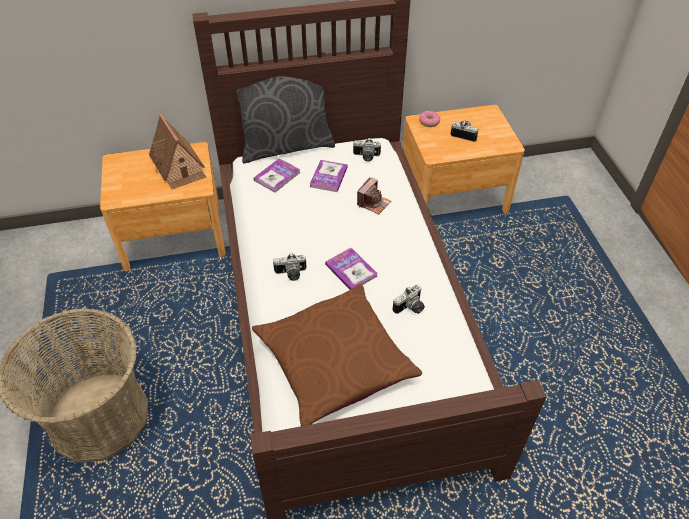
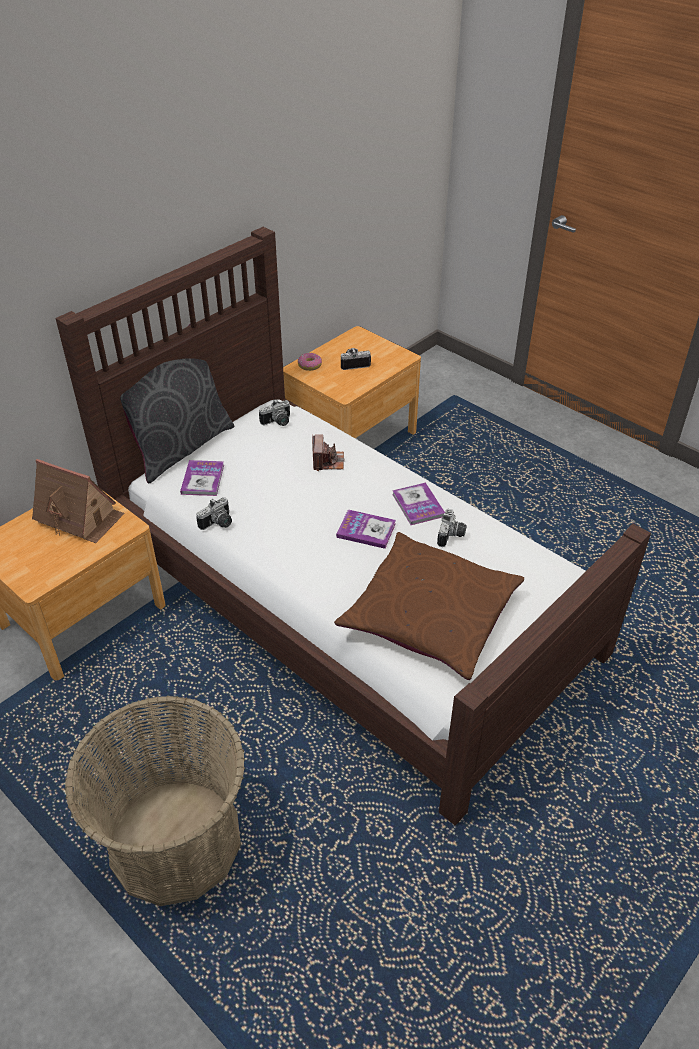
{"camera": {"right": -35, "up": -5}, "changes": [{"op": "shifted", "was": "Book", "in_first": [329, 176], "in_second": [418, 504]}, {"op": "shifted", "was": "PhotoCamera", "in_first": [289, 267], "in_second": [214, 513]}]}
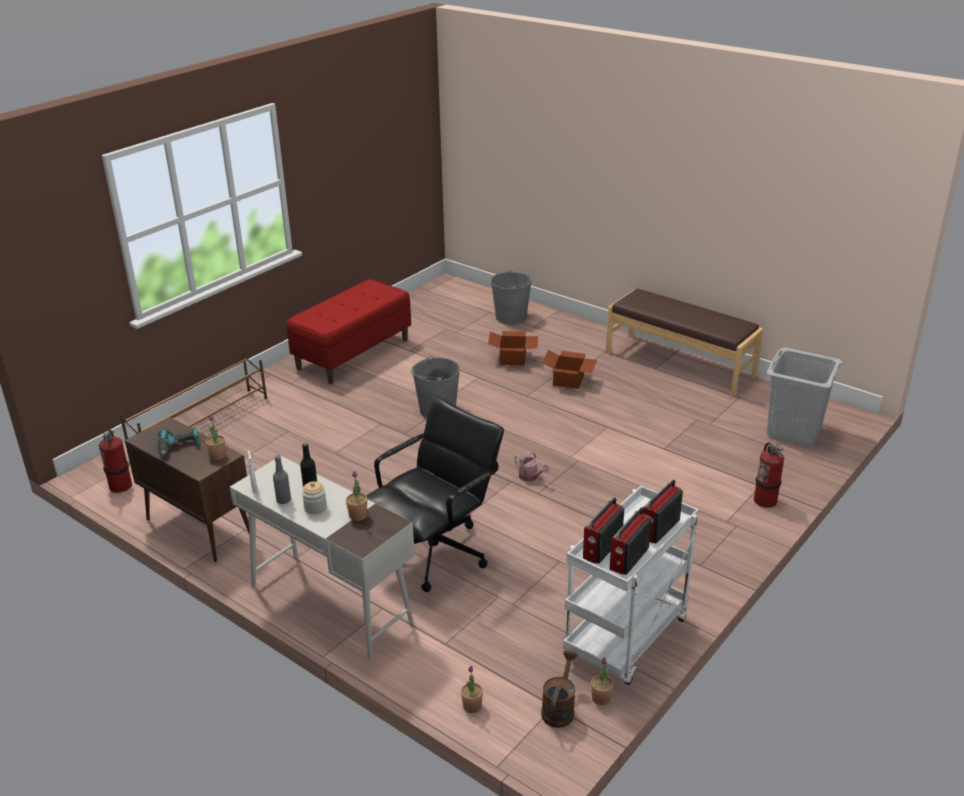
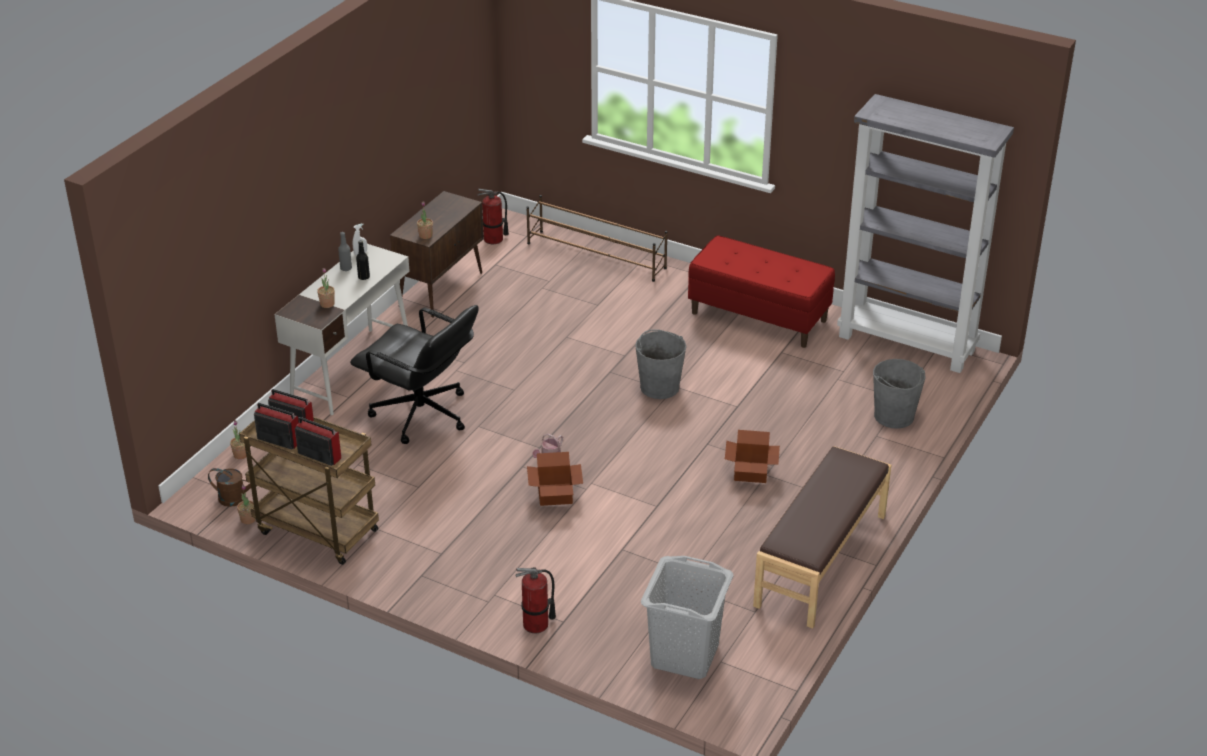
{"camera": {"right": 80, "up": 5}, "changes": [{"op": "shifted", "was": "CardboardBox", "in_first": [513, 348], "in_second": [555, 479]}, {"op": "gone", "was": "PowerDrill", "in_first": [179, 441]}, {"op": "gone", "was": "Jar", "in_first": [314, 497]}, {"op": "repainted", "was": "WhiteCart", "now": "BrownCart", "in_first": [631, 585], "in_second": [309, 491]}, {"op": "new", "now": "GreyBookcase", "in_second": [925, 233]}]}
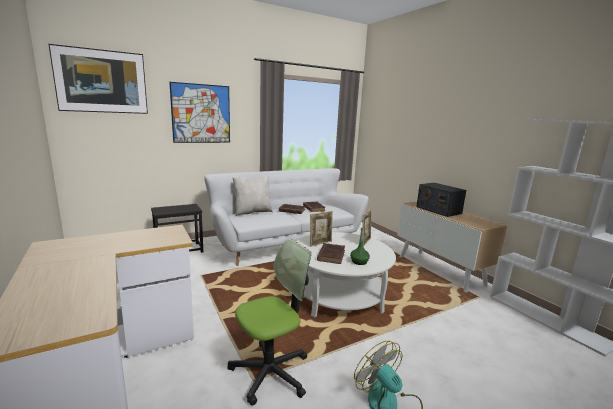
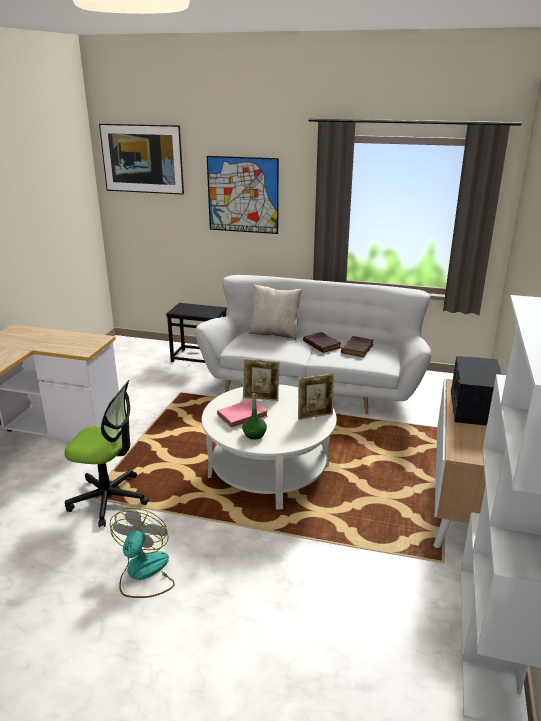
{"camera": {"right": 45, "up": 10}, "changes": [{"op": "repainted", "was": "BrownBook", "now": "PinkBook", "in_first": [331, 253], "in_second": [242, 413]}]}
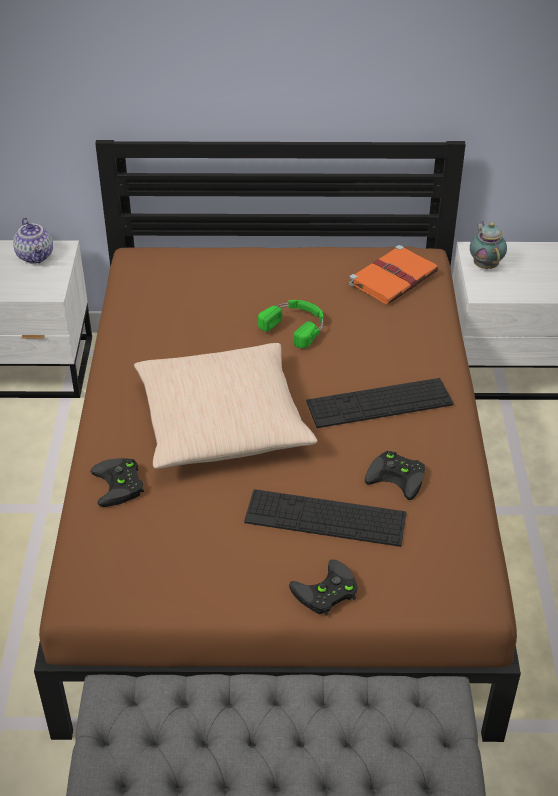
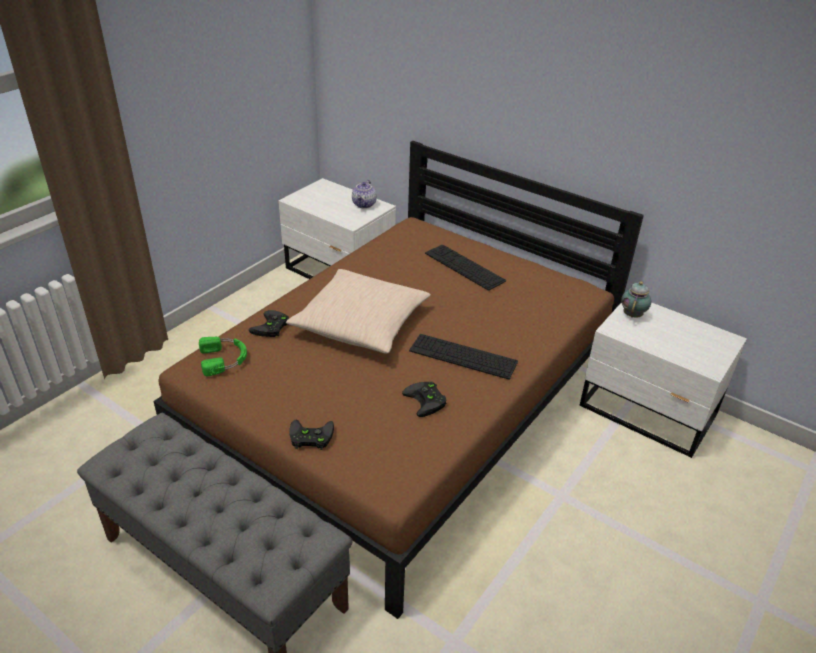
{"camera": {"right": 35, "up": -5}, "changes": [{"op": "gone", "was": "OrangeBook", "in_first": [393, 275]}, {"op": "shifted", "was": "GreenHeadphones", "in_first": [291, 324], "in_second": [223, 356]}, {"op": "shifted", "was": "Keyboard", "in_first": [325, 518], "in_second": [465, 267]}]}
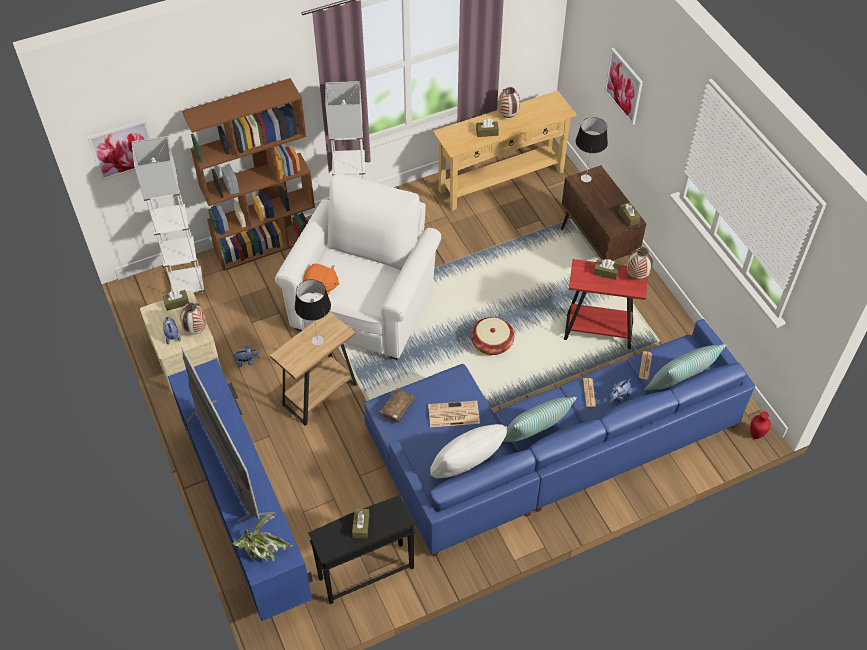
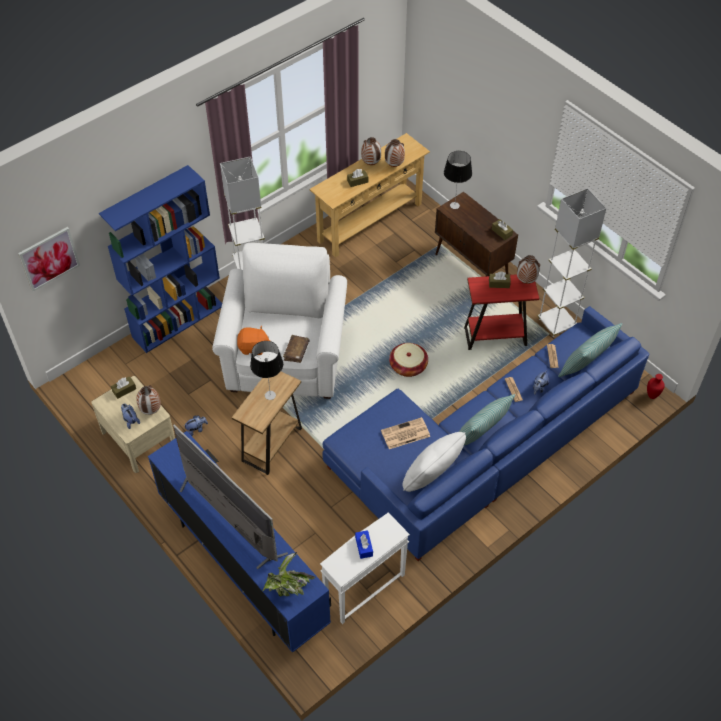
{"camera": {"right": -15, "up": 0}, "changes": [{"op": "gone", "was": "Picture", "in_first": [623, 86]}, {"op": "repainted", "was": "BrownBookcase", "now": "BlueBookcase", "in_first": [248, 174], "in_second": [160, 259]}, {"op": "shifted", "was": "WhiteFloorLamp", "in_first": [168, 215], "in_second": [571, 262]}, {"op": "shifted", "was": "BrownBook", "in_first": [397, 405], "in_second": [296, 349]}, {"op": "repainted", "was": "BlackSideTable", "now": "WhiteSideTable", "in_first": [361, 549], "in_second": [365, 568]}, {"op": "repainted", "was": "BrownTissueBox", "now": "BlueTissueBox", "in_first": [360, 523], "in_second": [364, 544]}, {"op": "new", "now": "Vase", "in_second": [395, 153]}]}
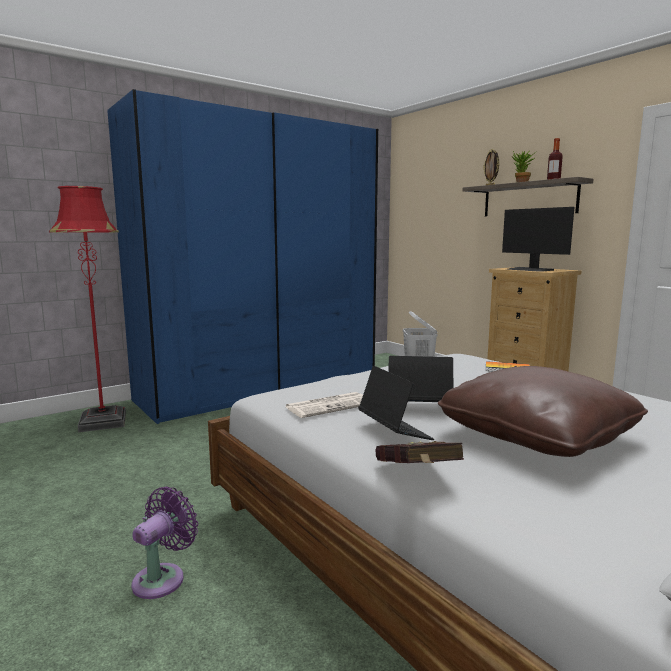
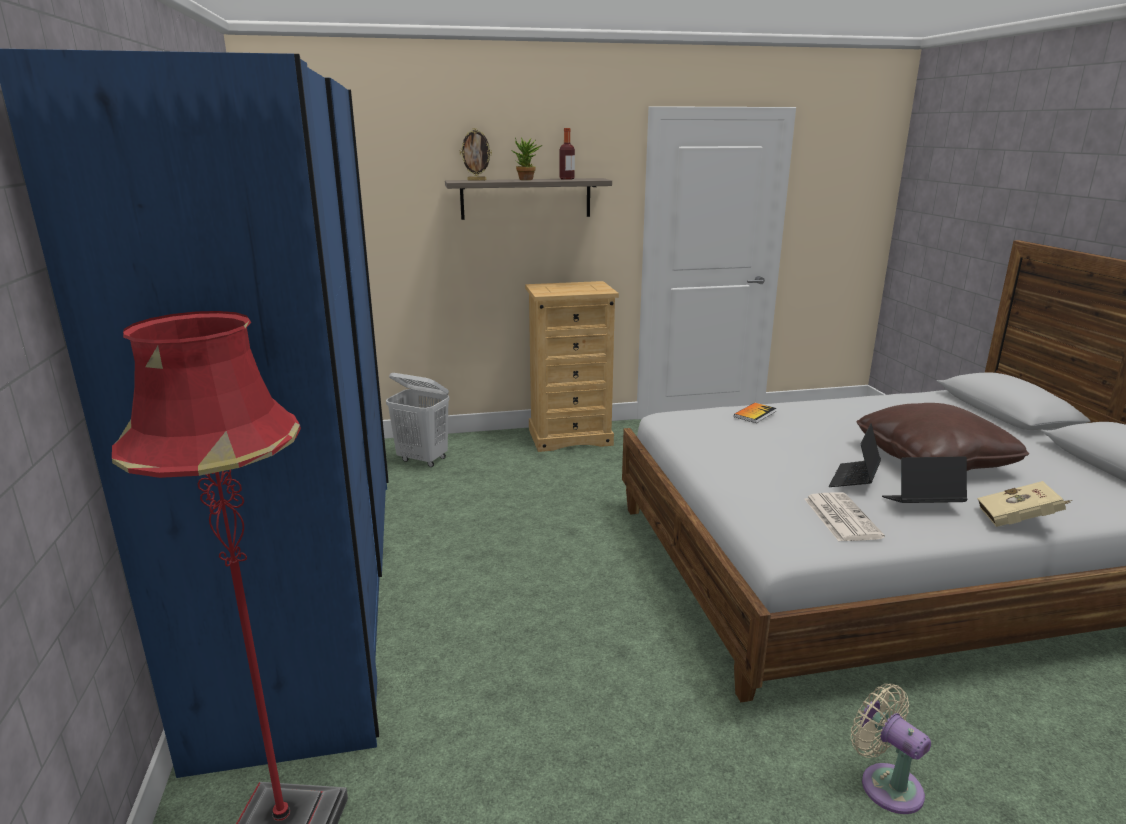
{"camera": {"right": -65, "up": 10}, "changes": [{"op": "gone", "was": "Monitor", "in_first": [538, 239]}, {"op": "repainted", "was": "RedBook", "now": "BeigeBook", "in_first": [420, 452], "in_second": [1025, 504]}, {"op": "repainted", "was": "PurpleFan", "now": "BeigeFan", "in_first": [164, 543], "in_second": [891, 749]}]}
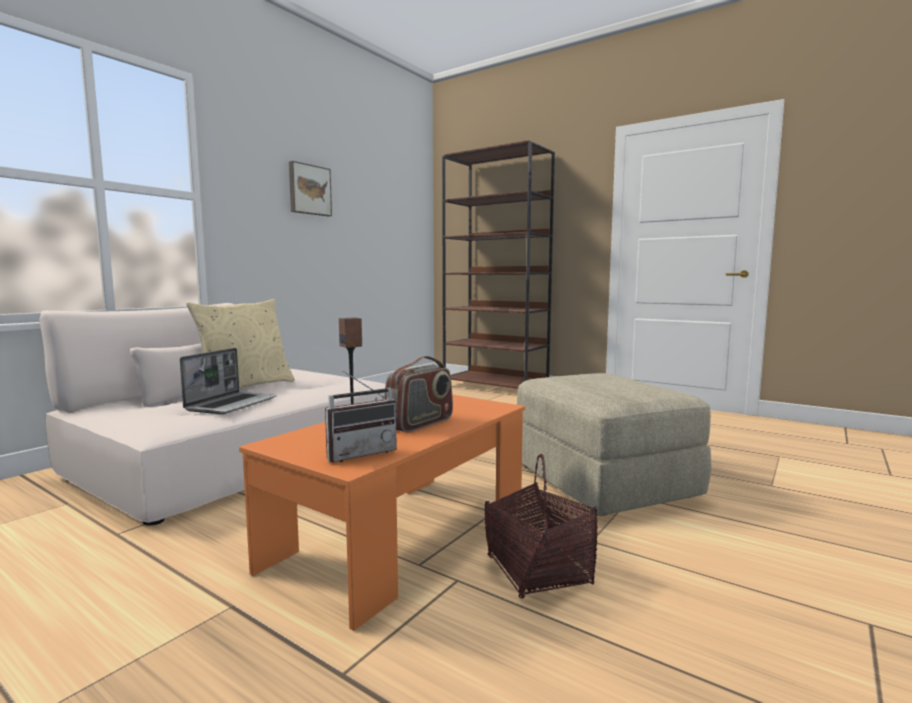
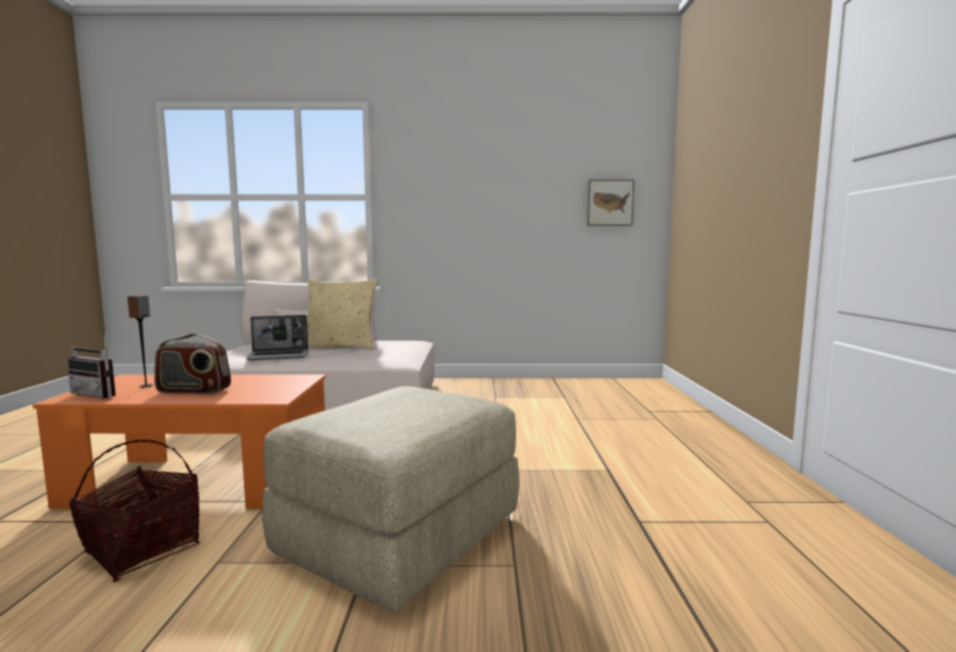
{"camera": {"right": 55, "up": 0}, "changes": [{"op": "gone", "was": "BrownBookcase", "in_first": [498, 264]}, {"op": "shifted", "was": "Picture", "in_first": [310, 188], "in_second": [610, 203]}]}
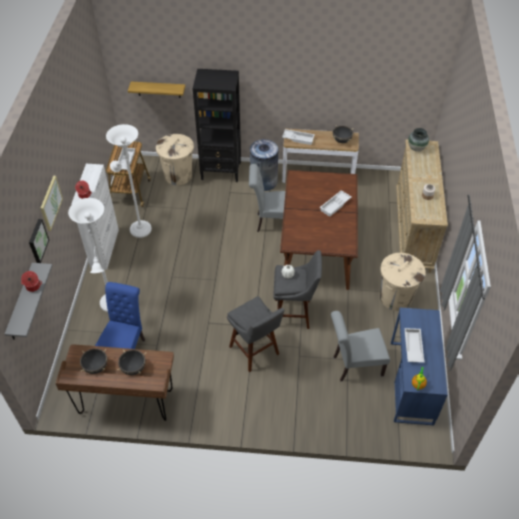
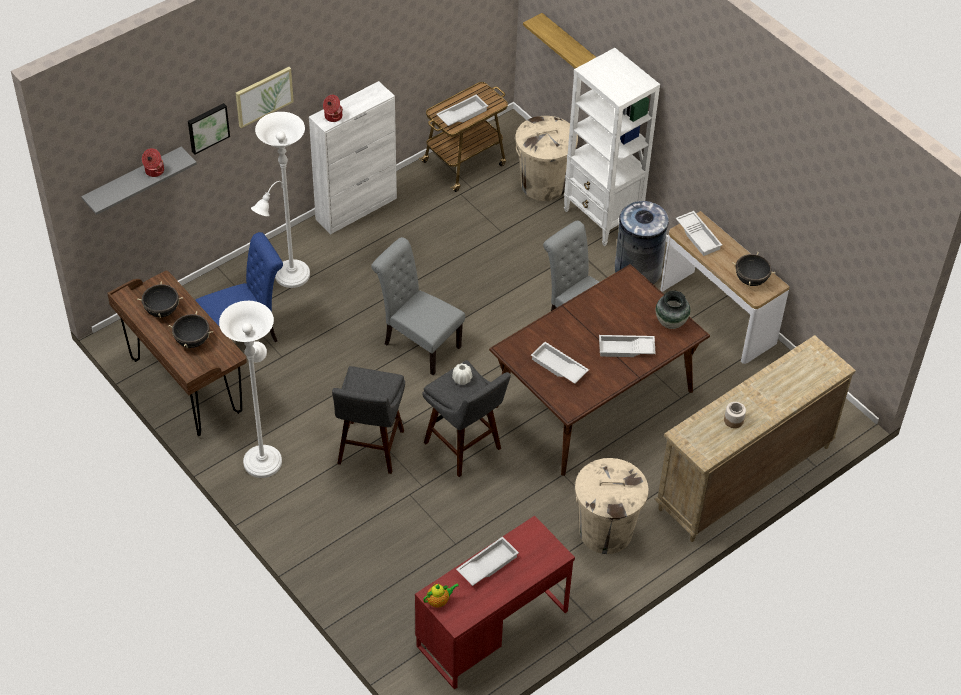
{"camera": {"right": 45, "up": 0}, "changes": [{"op": "repainted", "was": "BlackBookcase", "now": "WhiteBookcase", "in_first": [217, 125], "in_second": [612, 147]}, {"op": "shifted", "was": "WhiteFloorLamp", "in_first": [129, 181], "in_second": [250, 389]}, {"op": "shifted", "was": "Vase", "in_first": [418, 140], "in_second": [673, 310]}, {"op": "repainted", "was": "BlueDesk", "now": "RedDesk", "in_first": [419, 366], "in_second": [495, 603]}, {"op": "shifted", "was": "GreyChair", "in_first": [360, 346], "in_second": [418, 306]}, {"op": "new", "now": "WhiteTray", "in_second": [560, 363]}]}
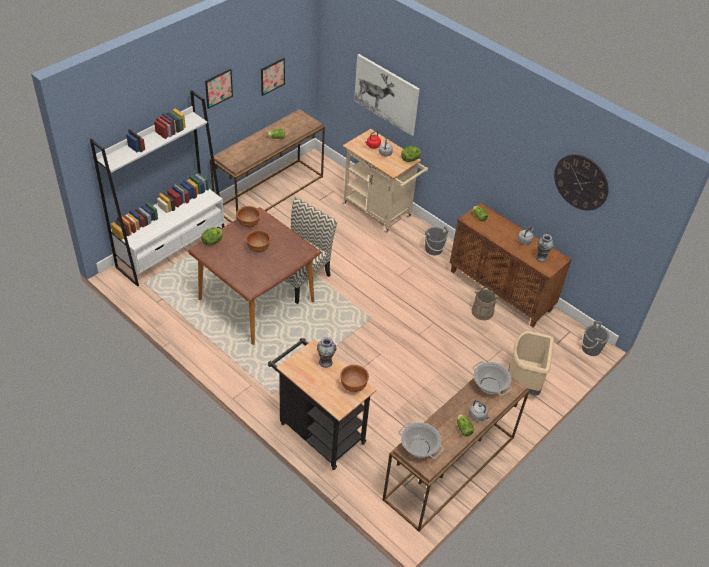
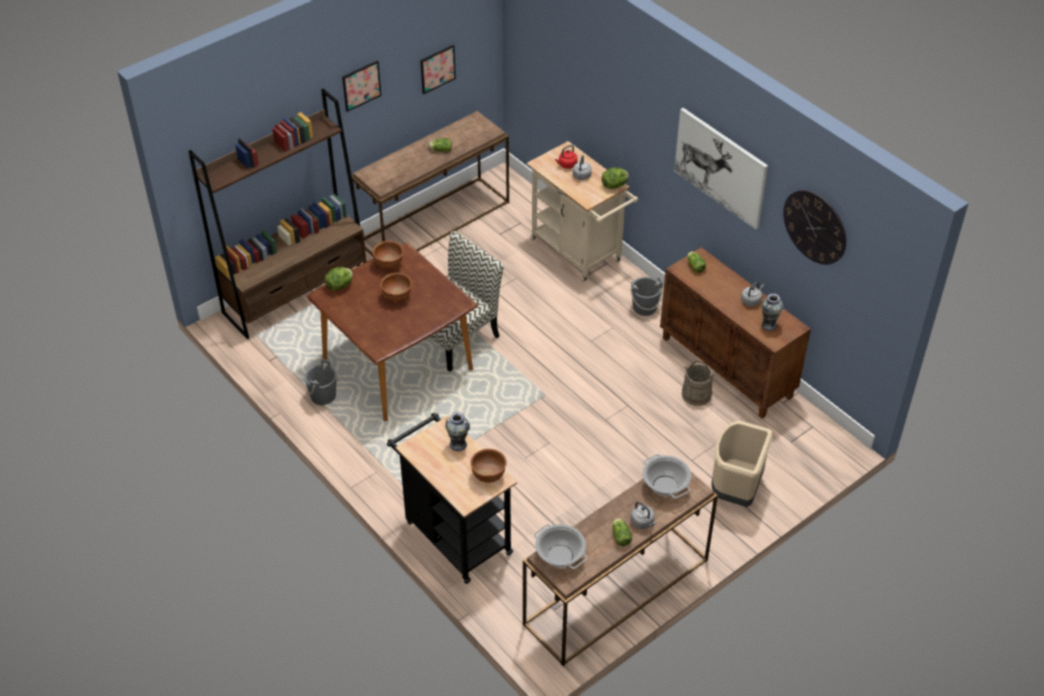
{"camera": {"right": 10, "up": 0}, "changes": [{"op": "shifted", "was": "Picture", "in_first": [387, 95], "in_second": [721, 169]}, {"op": "repainted", "was": "WhiteBookcase", "now": "BrownBookcase", "in_first": [157, 188], "in_second": [277, 214]}, {"op": "shifted", "was": "GreyBucket", "in_first": [595, 338], "in_second": [320, 382]}]}
